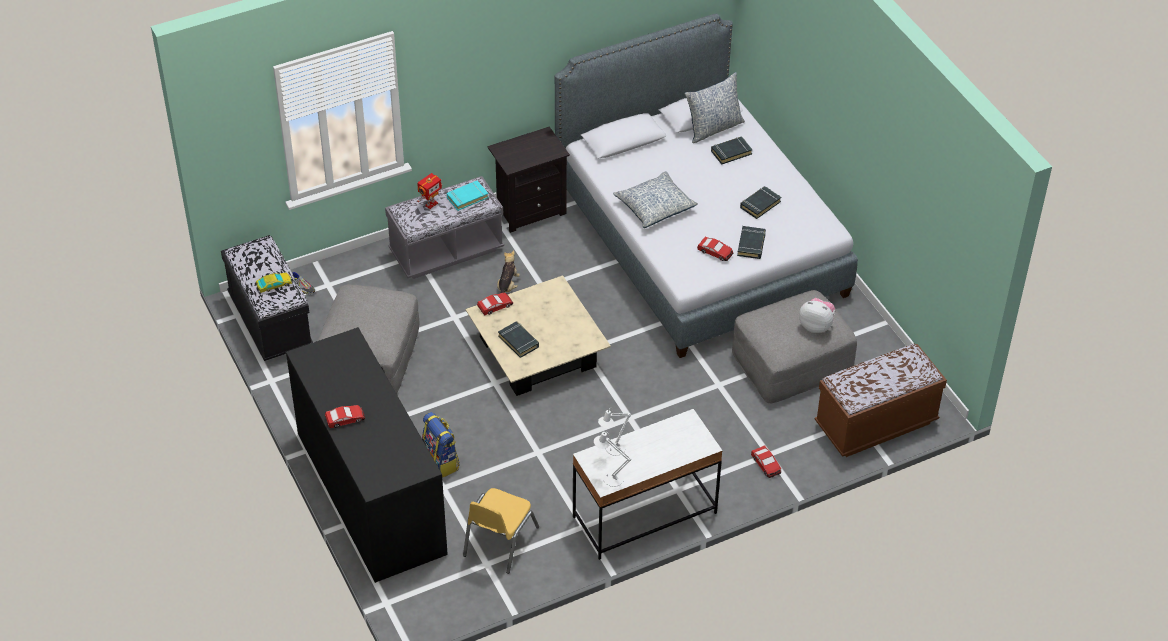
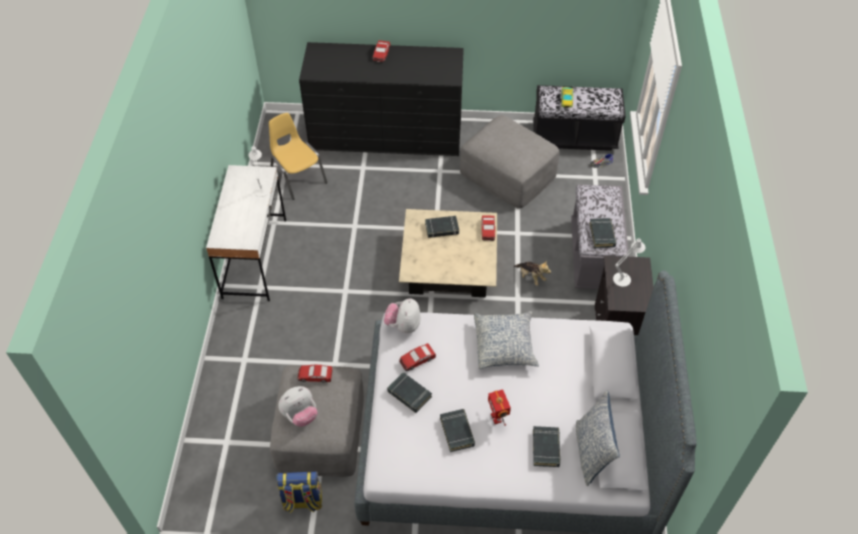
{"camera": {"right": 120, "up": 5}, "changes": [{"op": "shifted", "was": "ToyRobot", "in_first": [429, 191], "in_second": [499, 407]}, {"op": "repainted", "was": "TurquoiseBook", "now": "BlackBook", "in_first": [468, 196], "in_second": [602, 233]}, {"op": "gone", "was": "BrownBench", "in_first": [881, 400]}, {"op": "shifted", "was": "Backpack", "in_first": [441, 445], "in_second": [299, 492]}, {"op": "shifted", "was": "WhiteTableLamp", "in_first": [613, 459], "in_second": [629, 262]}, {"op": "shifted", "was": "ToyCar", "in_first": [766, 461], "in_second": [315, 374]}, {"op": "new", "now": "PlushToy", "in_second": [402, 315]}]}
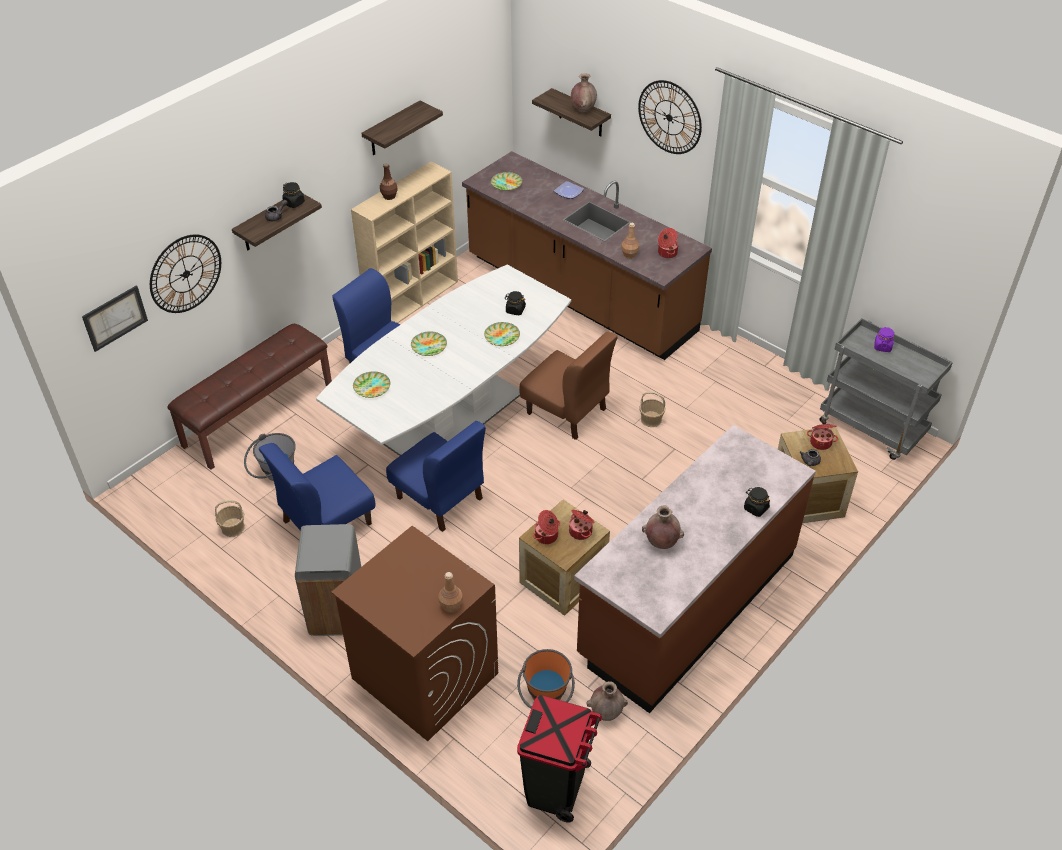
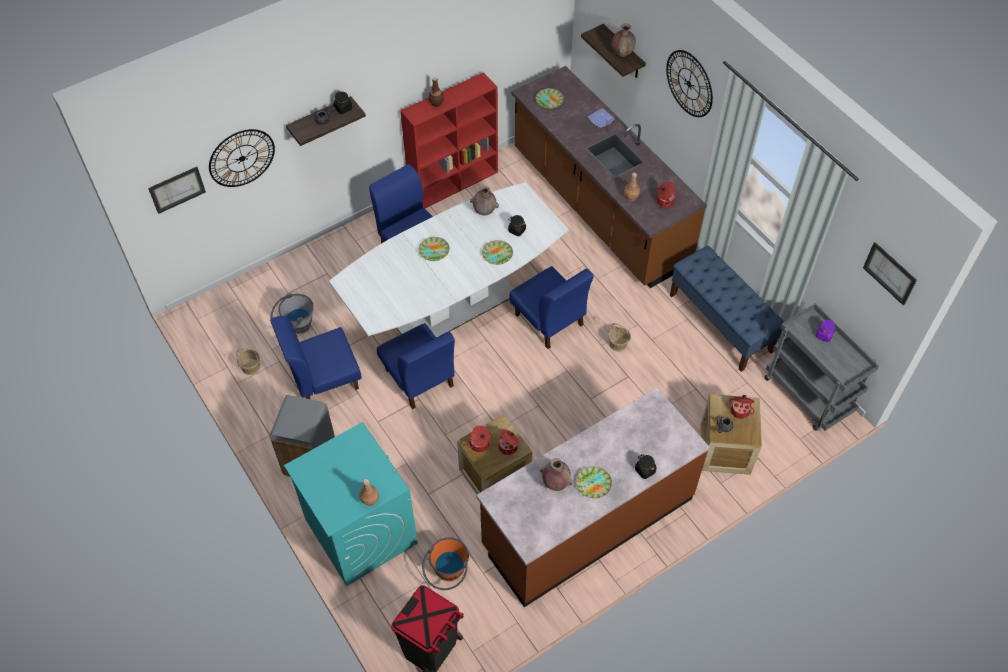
{"camera": {"right": 15, "up": 10}, "changes": [{"op": "gone", "was": "Shelf", "in_first": [402, 128]}, {"op": "repainted", "was": "BeigeBookcase", "now": "RedBookcase", "in_first": [404, 242], "in_second": [449, 140]}, {"op": "gone", "was": "BrownBench", "in_first": [249, 397]}, {"op": "repainted", "was": "BrownChair", "now": "BlueChair", "in_first": [568, 386], "in_second": [551, 307]}, {"op": "shifted", "was": "Plate", "in_first": [371, 384], "in_second": [594, 482]}, {"op": "repainted", "was": "BrownWashingMachine", "now": "TurquoiseWashingMachine", "in_first": [414, 633], "in_second": [351, 504]}, {"op": "shifted", "was": "BrownVase", "in_first": [607, 701], "in_second": [484, 200]}, {"op": "new", "now": "Picture", "in_second": [890, 273]}, {"op": "new", "now": "BlueBench", "in_second": [727, 309]}]}
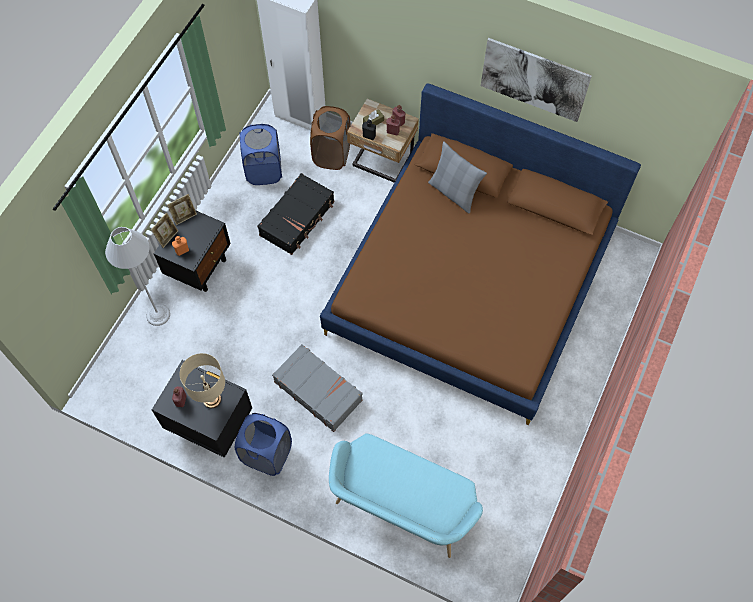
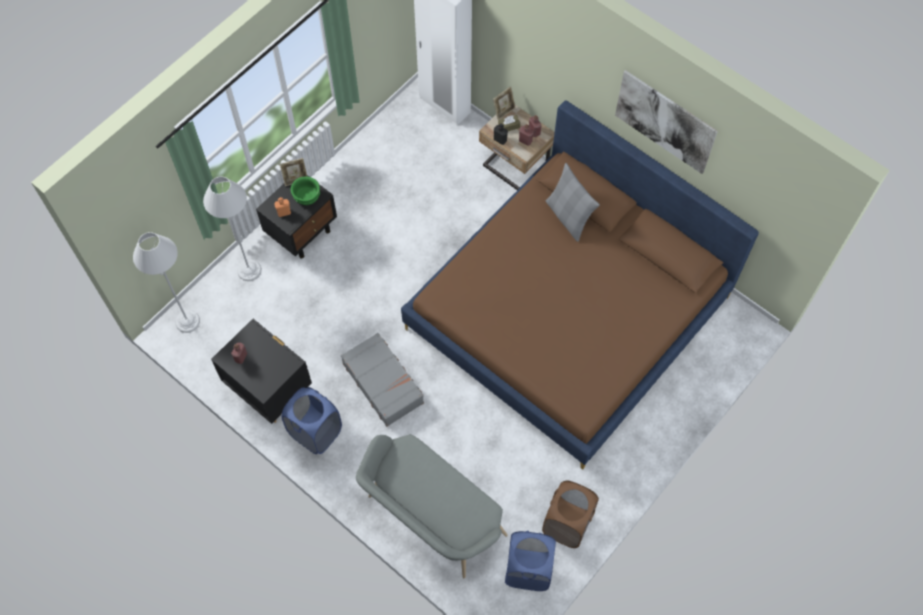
{"camera": {"right": 15, "up": 0}, "changes": [{"op": "shifted", "was": "BrownLaundryBasket", "in_first": [330, 138], "in_second": [570, 514]}, {"op": "shifted", "was": "BlueLaundryBasket", "in_first": [261, 154], "in_second": [530, 561]}, {"op": "gone", "was": "BlackSuitcase", "in_first": [295, 214]}, {"op": "shifted", "was": "PictureFrame", "in_first": [164, 230], "in_second": [504, 103]}, {"op": "gone", "was": "BeigeTableLamp", "in_first": [202, 380]}, {"op": "repainted", "was": "TurquoiseBench", "now": "GreyBench", "in_first": [406, 495], "in_second": [432, 506]}, {"op": "new", "now": "GreenBowl", "in_second": [305, 190]}, {"op": "new", "now": "GreyFloorLamp", "in_second": [166, 282]}]}
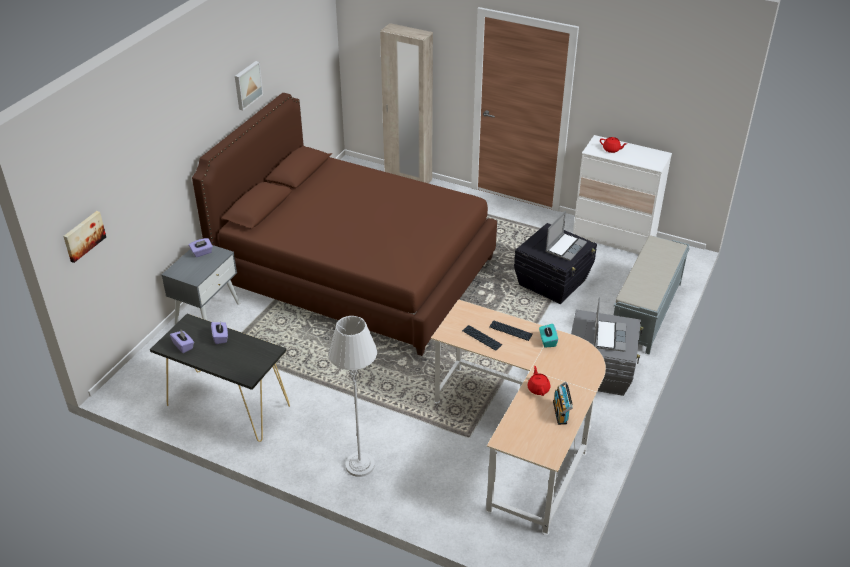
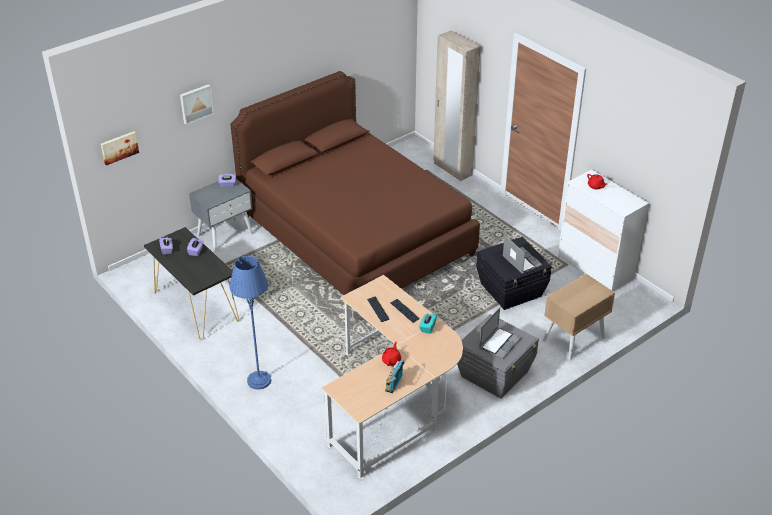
{"camera": {"right": 25, "up": 0}, "changes": [{"op": "shifted", "was": "Picture", "in_first": [249, 85], "in_second": [197, 104]}, {"op": "rotated", "was": "Laptop", "in_first": [566, 236], "in_second": [522, 255], "clockwise": -90}, {"op": "swapped", "was": "GreyBench", "now": "BeigeNightstand", "in_first": [652, 294], "in_second": [579, 317]}, {"op": "repainted", "was": "GreyFloorLamp", "now": "BlueFloorLamp", "in_first": [352, 396], "in_second": [250, 323]}]}
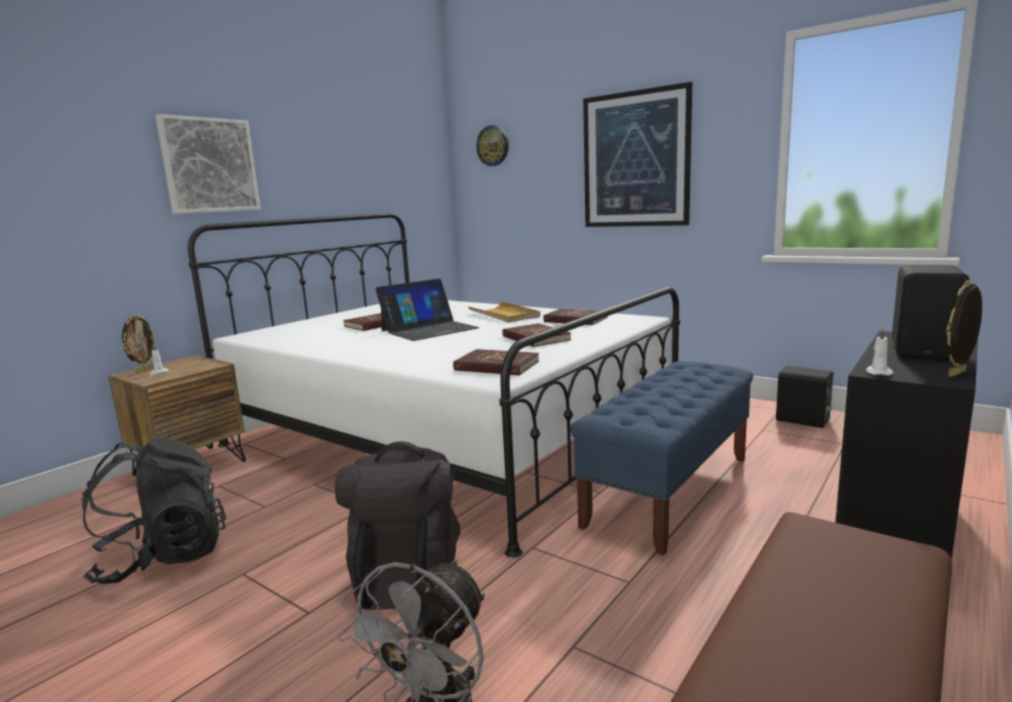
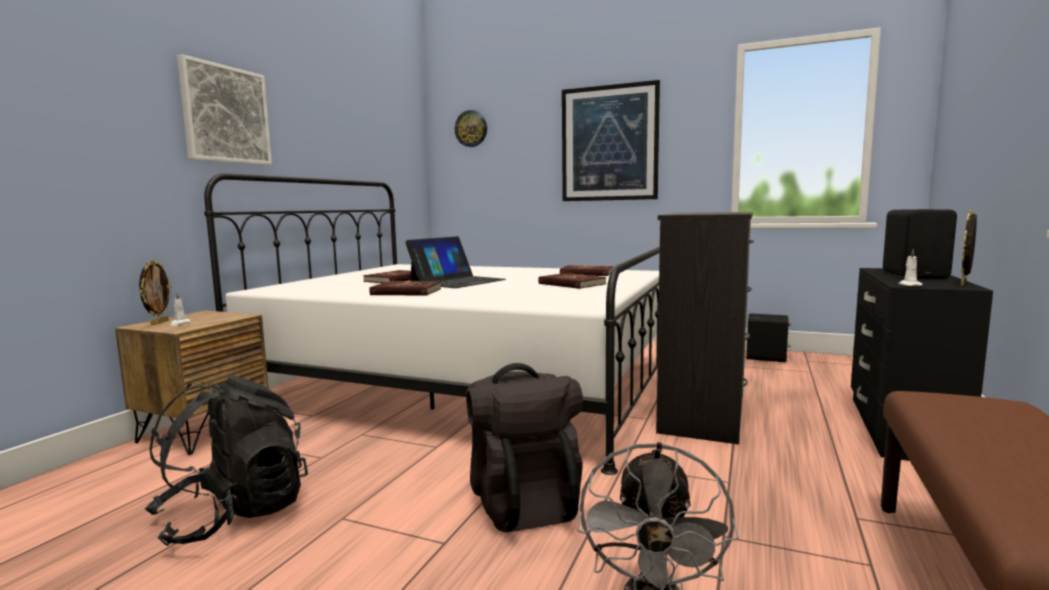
{"camera": {"right": -15, "up": -5}, "changes": [{"op": "gone", "was": "BeigeTray", "in_first": [504, 312]}, {"op": "shifted", "was": "RedBook", "in_first": [496, 362], "in_second": [405, 288]}, {"op": "swapped", "was": "BlueBench", "now": "BlackDresser", "in_first": [661, 458], "in_second": [705, 328]}]}
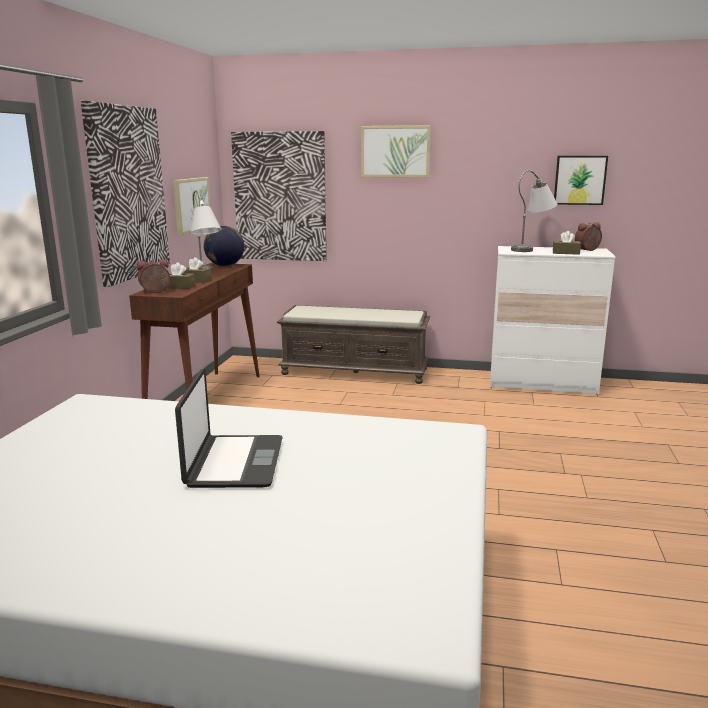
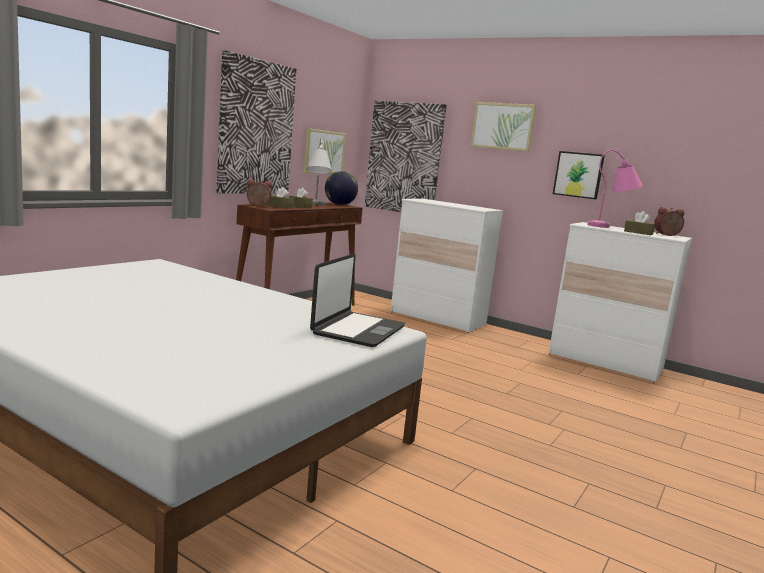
{"camera": {"right": 20, "up": -5}, "changes": [{"op": "shifted", "was": "Picture", "in_first": [581, 180], "in_second": [579, 175]}, {"op": "repainted", "was": "GreyTableLamp", "now": "PinkTableLamp", "in_first": [534, 211], "in_second": [615, 189]}, {"op": "swapped", "was": "BrownBench", "now": "WhiteDresser", "in_first": [353, 344], "in_second": [447, 266]}, {"op": "shifted", "was": "Laptop", "in_first": [229, 428], "in_second": [357, 300]}]}
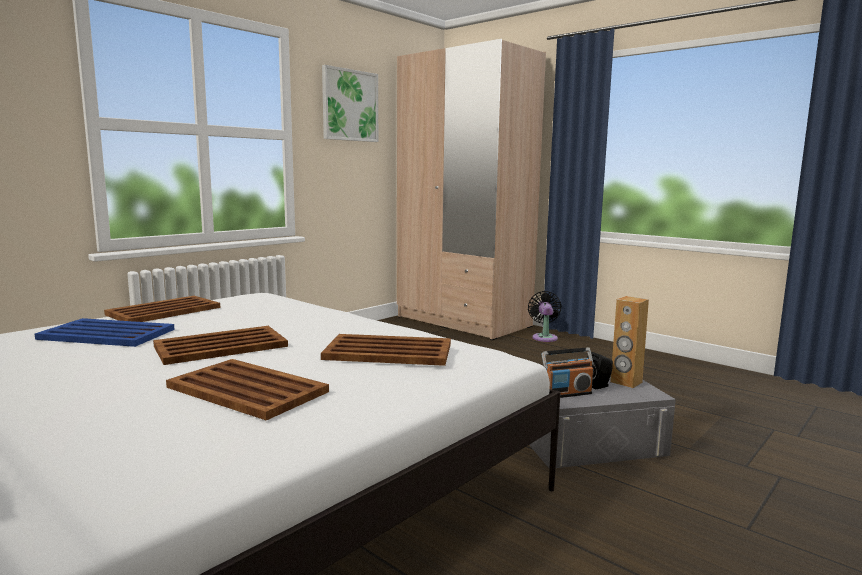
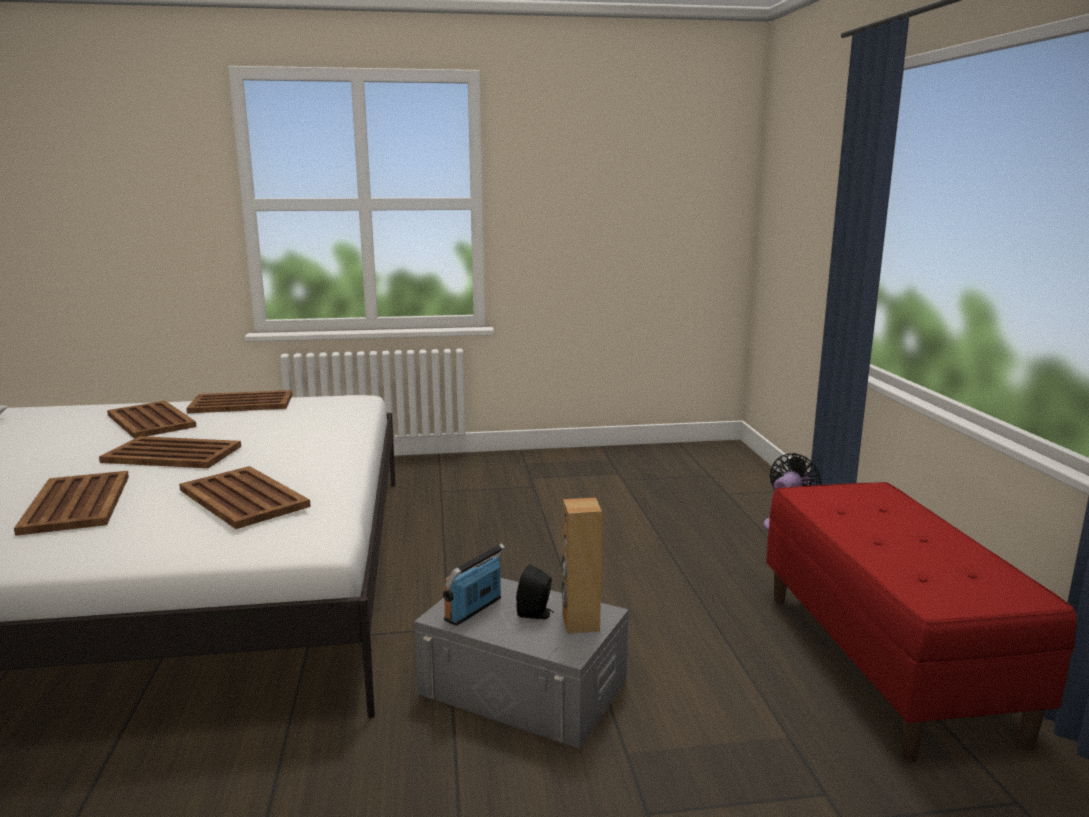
{"camera": {"right": 40, "up": 5}, "changes": [{"op": "gone", "was": "BeigeWardrobe", "in_first": [471, 189]}, {"op": "gone", "was": "Picture", "in_first": [350, 103]}, {"op": "repainted", "was": "BlueTray", "now": "BrownTray", "in_first": [105, 332], "in_second": [152, 420]}, {"op": "rotated", "was": "Radio", "in_first": [568, 372], "in_second": [474, 584], "clockwise": 105}, {"op": "new", "now": "RedBench", "in_second": [921, 622]}]}
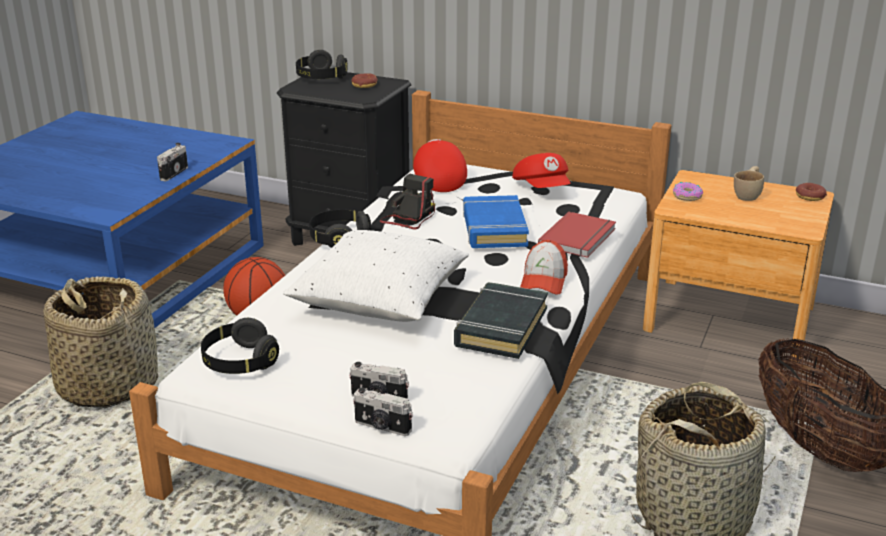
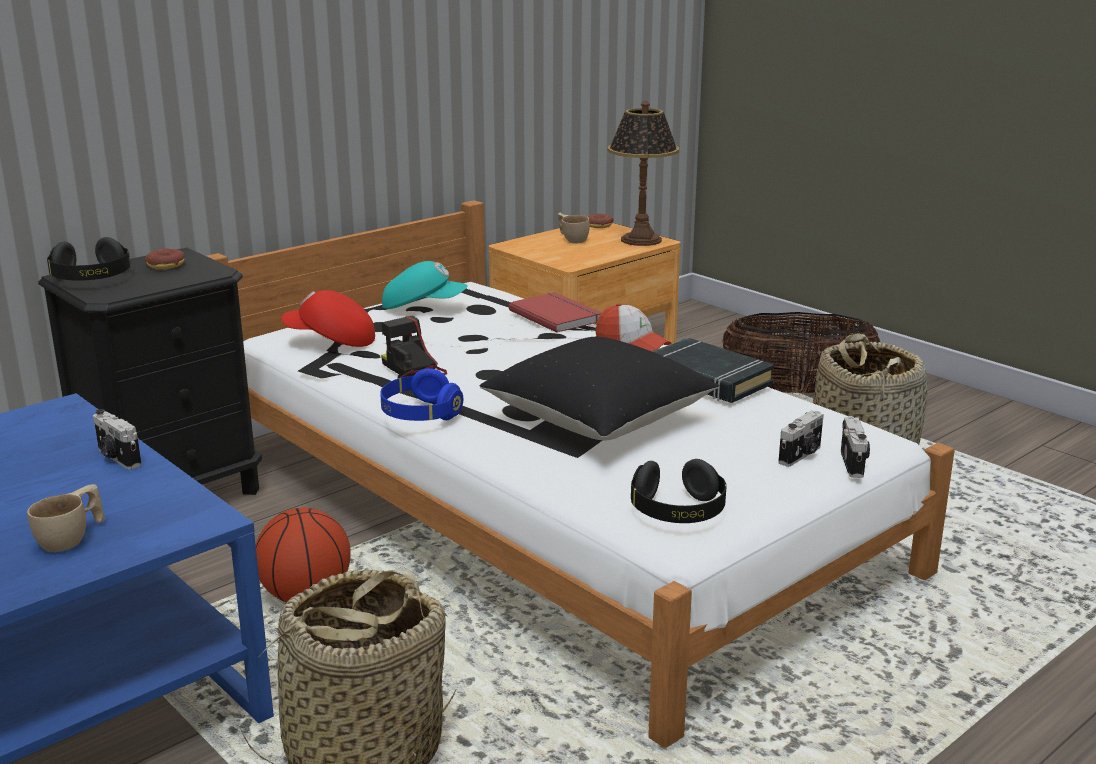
{"camera": {"right": -65, "up": -5}, "changes": [{"op": "repainted", "was": "RedCap", "now": "TurquoiseCap", "in_first": [541, 170], "in_second": [425, 285]}, {"op": "gone", "was": "Donut", "in_first": [688, 191]}, {"op": "gone", "was": "BlueBook", "in_first": [496, 221]}, {"op": "repainted", "was": "BlackHeadphones", "now": "BlueHeadphones", "in_first": [340, 229], "in_second": [422, 394]}, {"op": "repainted", "was": "WhitePillow", "now": "BlackPillow", "in_first": [376, 276], "in_second": [599, 388]}, {"op": "rotated", "was": "PhotoCamera", "in_first": [383, 412], "in_second": [855, 447], "clockwise": -45}, {"op": "new", "now": "TableLamp", "in_second": [643, 173]}, {"op": "new", "now": "BeigeCup", "in_second": [66, 518]}]}
